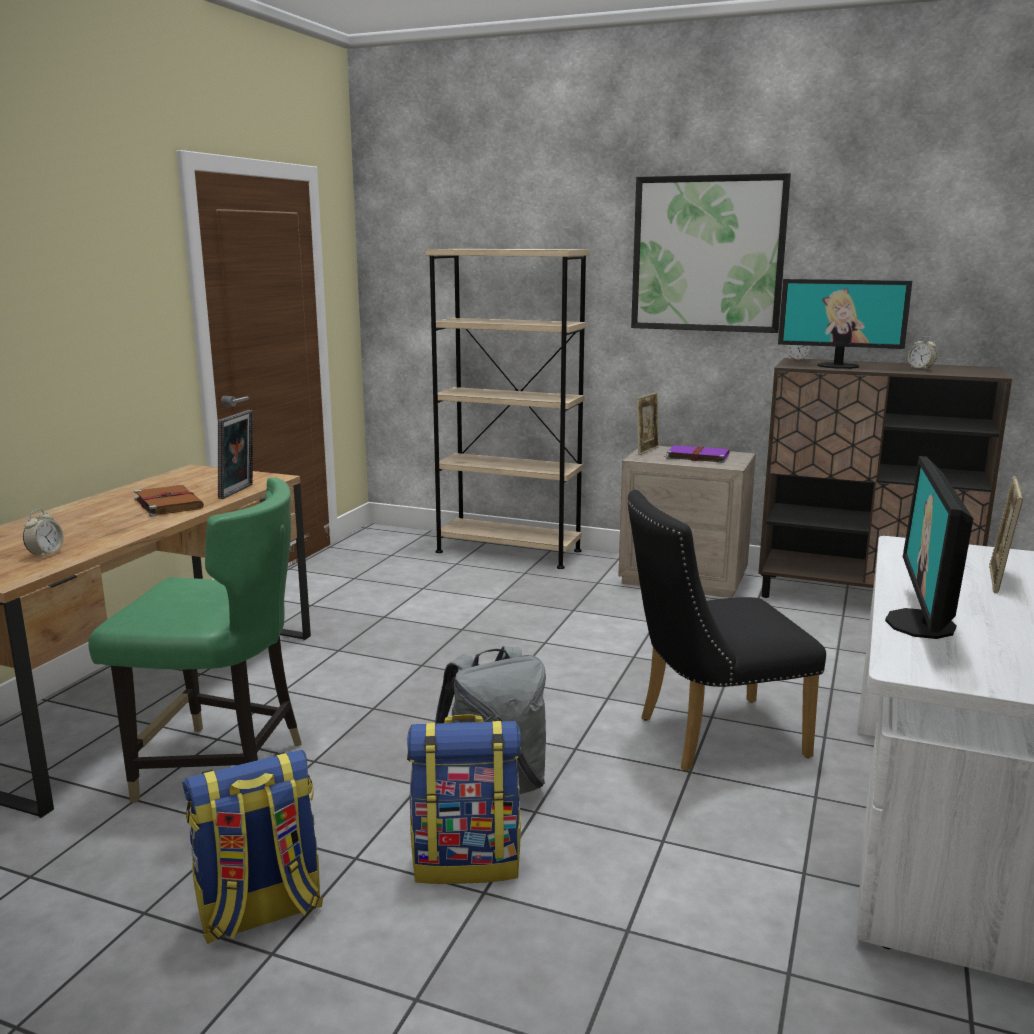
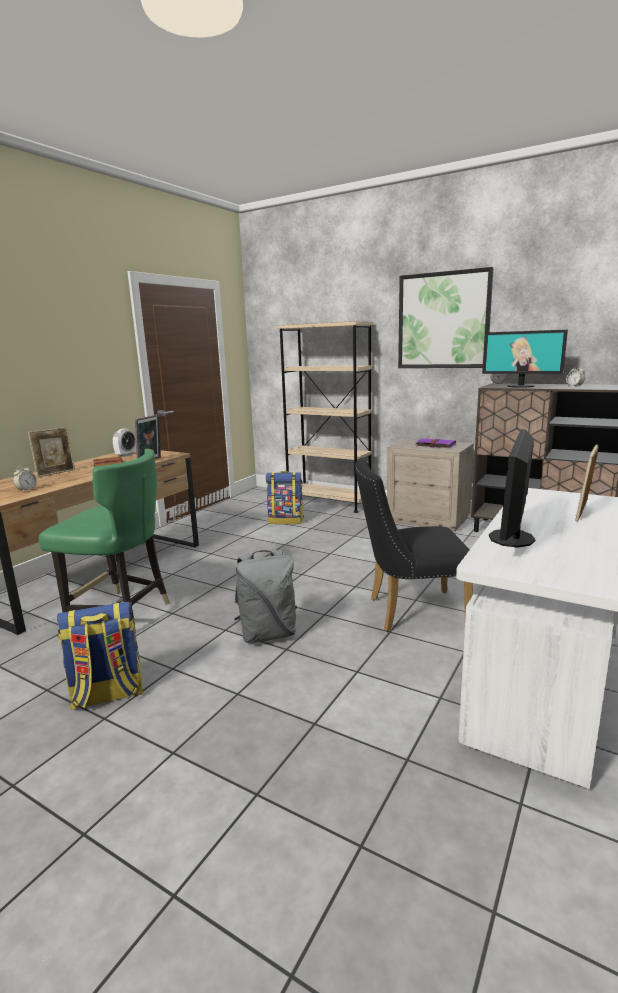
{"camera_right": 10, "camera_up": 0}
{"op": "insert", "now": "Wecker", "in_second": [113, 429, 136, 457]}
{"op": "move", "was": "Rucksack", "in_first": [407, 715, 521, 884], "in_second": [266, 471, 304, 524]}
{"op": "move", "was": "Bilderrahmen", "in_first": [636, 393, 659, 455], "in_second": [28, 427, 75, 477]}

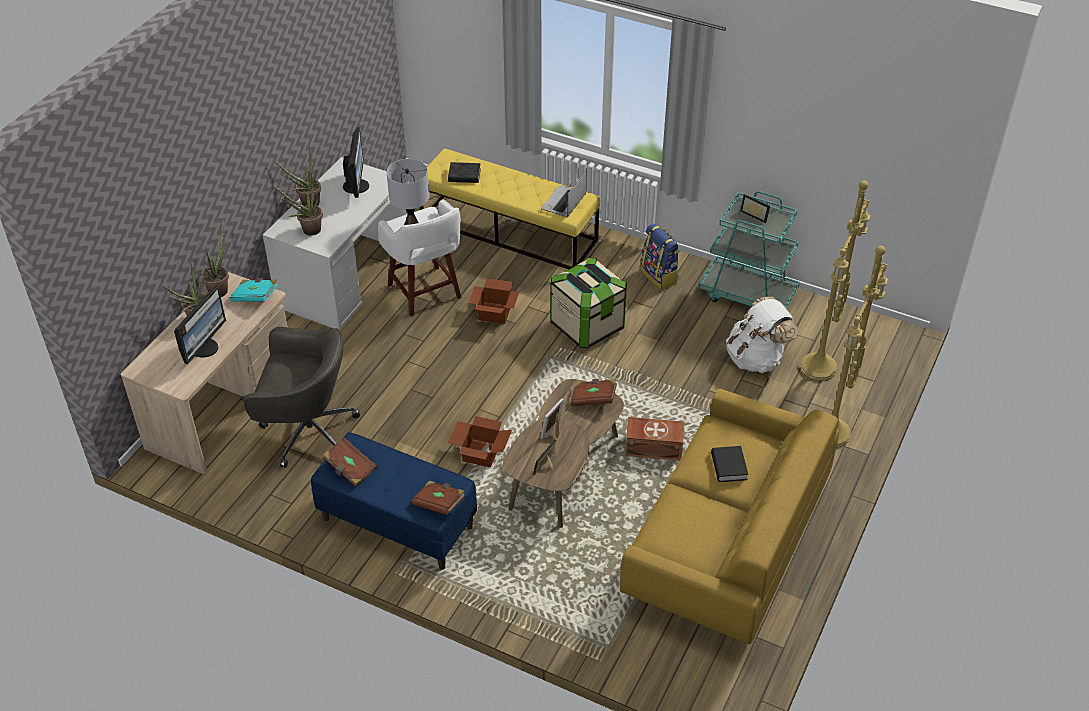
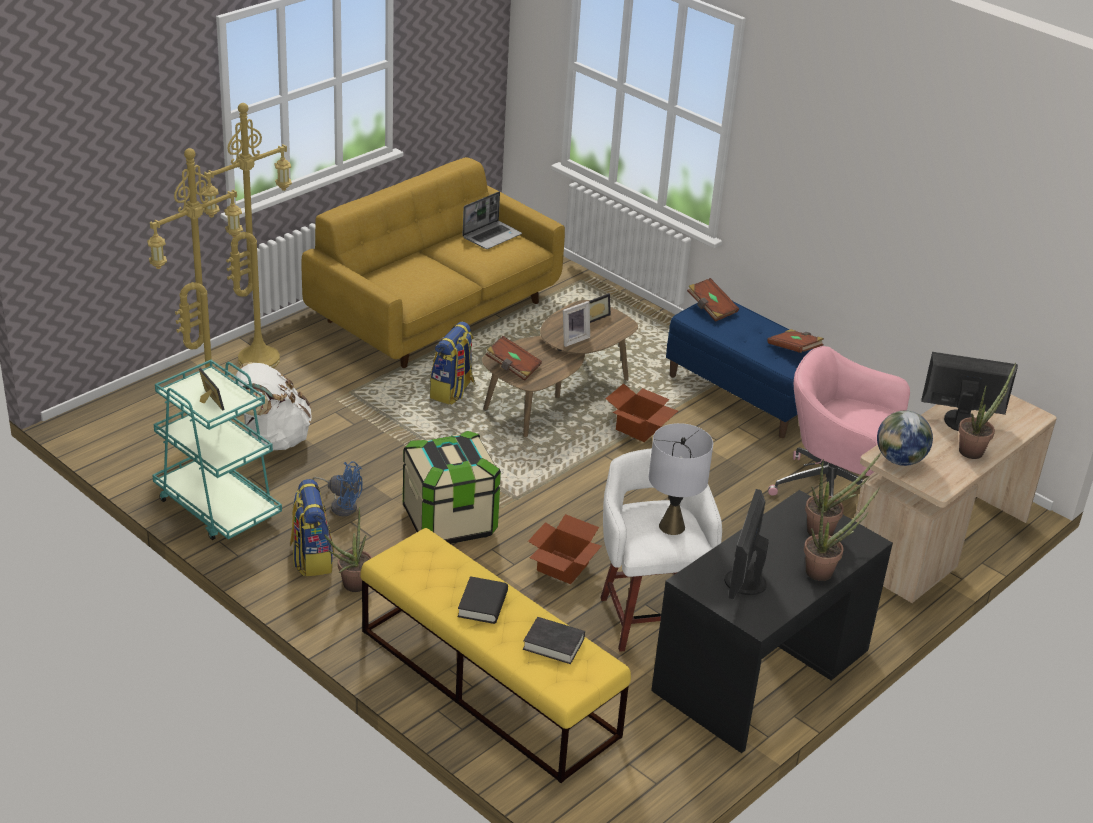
{"camera_right": -165, "camera_up": -10}
{"op": "insert", "now": "Ventilator/blau", "in_second": [313, 461, 363, 516]}
{"op": "move", "was": "Topfpflanze", "in_first": [201, 220, 229, 297], "in_second": [324, 507, 372, 592]}
{"op": "move", "was": "Laptop", "in_first": [541, 171, 587, 218], "in_second": [462, 192, 522, 249]}
{"op": "move", "was": "Buch/schwarz", "in_first": [711, 446, 748, 482], "in_second": [458, 576, 508, 624]}
{"op": "replace", "was": "Buch/türkis", "now": "Globus", "in_first": [230, 278, 278, 302], "in_second": [877, 411, 933, 466]}
{"op": "replace", "was": "Aufbewahrungsbox/braun", "now": "Rucksack", "in_first": [625, 417, 684, 461], "in_second": [430, 321, 475, 405]}
{"op": "recolor", "was": "Bürostuhl/grau", "now": "Bürostuhl/rosa", "in_first": [243, 327, 360, 468], "in_second": [768, 346, 910, 497]}
{"op": "recolor", "was": "Schreibtisch/weiß", "now": "Schreibtisch/schwarz", "in_first": [263, 157, 408, 331], "in_second": [651, 490, 893, 753]}
{"op": "rotate", "was": "Monitor", "in_first": [174, 285, 226, 364], "in_second": [921, 352, 1018, 431], "clockwise": 60}

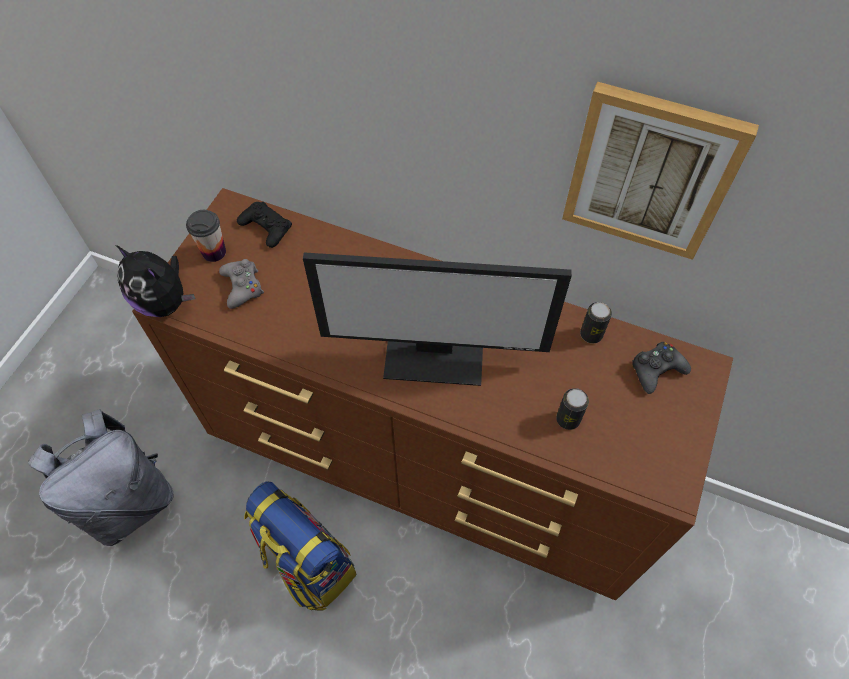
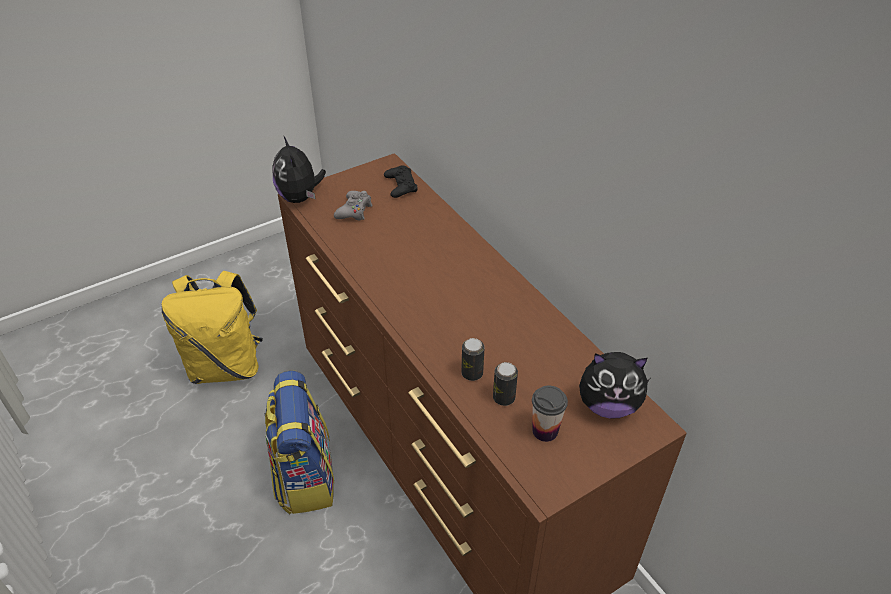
{"camera_right": 35, "camera_up": -15}
{"op": "delete", "was": "Monitor", "in_first": [303, 252, 572, 386]}
{"op": "delete", "was": "Bild", "in_first": [562, 82, 759, 260]}
{"op": "move", "was": "Tasse", "in_first": [186, 210, 226, 262], "in_second": [532, 386, 568, 442]}
{"op": "move", "was": "Dose", "in_first": [580, 302, 612, 343], "in_second": [461, 338, 485, 381]}
{"op": "replace", "was": "Gamepad/schwarz", "now": "Plüschtier", "in_first": [632, 342, 691, 394], "in_second": [579, 352, 650, 419]}
{"op": "recolor", "was": "Rucksack/grau", "now": "Rucksack/gelb", "in_first": [28, 409, 174, 546], "in_second": [162, 271, 263, 384]}

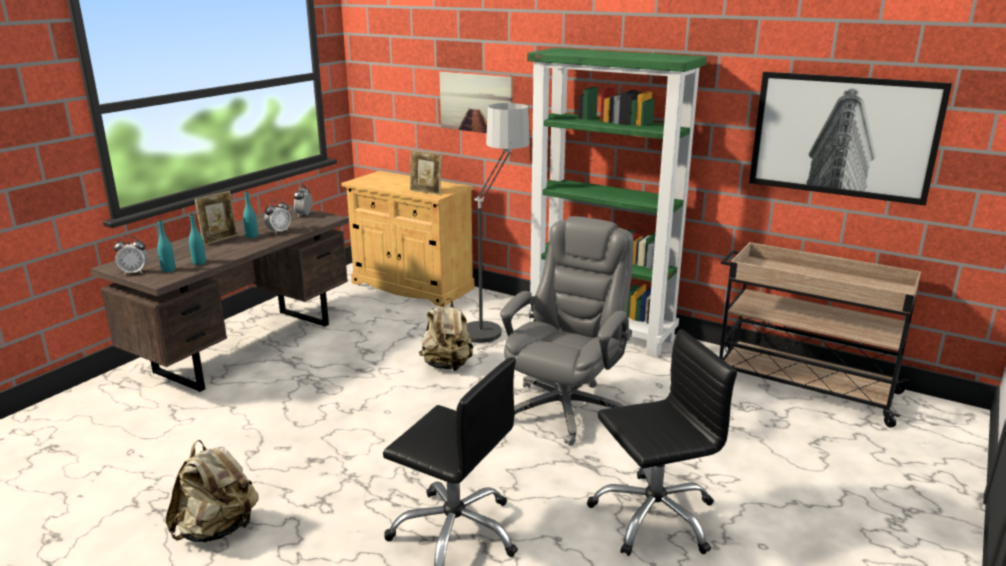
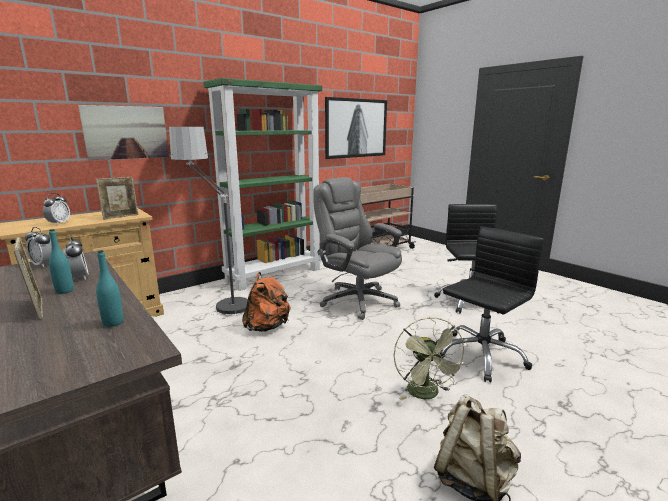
{"camera_right": -70, "camera_up": -5}
{"op": "delete", "was": "Flasche/türkis", "in_first": [157, 220, 175, 272]}
{"op": "insert", "now": "Ventilator/grün", "in_second": [394, 317, 468, 401]}
{"op": "move", "was": "Wecker", "in_first": [114, 236, 148, 274], "in_second": [43, 193, 70, 225]}
{"op": "recolor", "was": "Rucksack/beige", "now": "Rucksack/orange", "in_first": [419, 298, 474, 371], "in_second": [242, 272, 291, 332]}

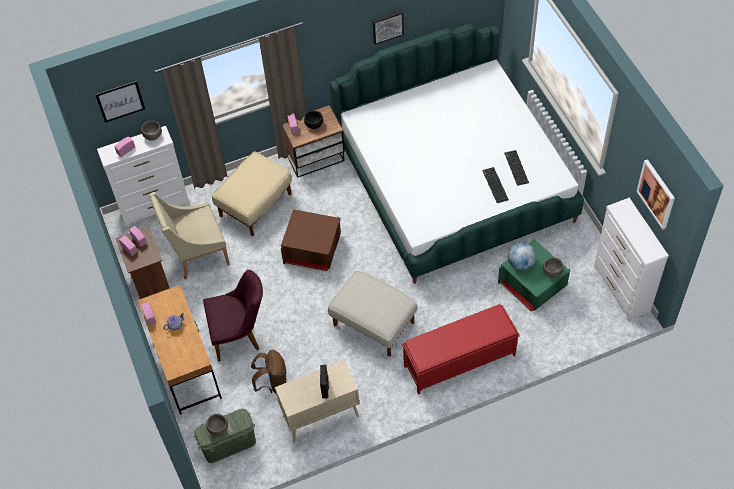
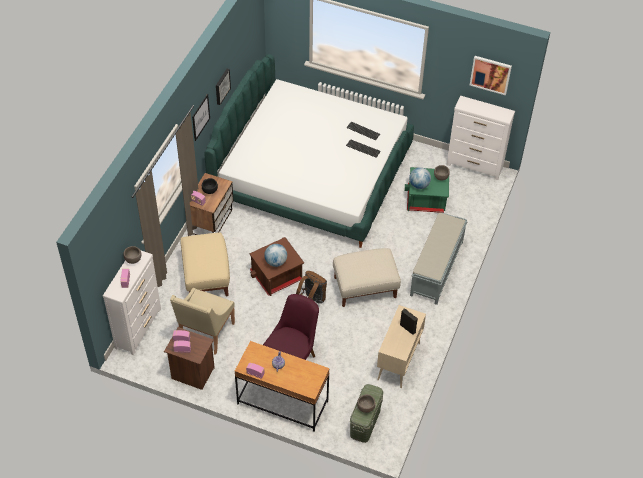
{"camera_right": -50, "camera_up": -5}
{"op": "insert", "now": "Globus", "in_second": [264, 244, 287, 267]}
{"op": "move", "was": "Bild", "in_first": [95, 81, 145, 123], "in_second": [192, 94, 210, 141]}
{"op": "move", "was": "Rucksack/braun", "in_first": [251, 350, 286, 394], "in_second": [296, 271, 327, 304]}
{"op": "recolor", "was": "Bank/rot", "now": "Bank/grau", "in_first": [402, 304, 520, 395], "in_second": [410, 212, 468, 305]}

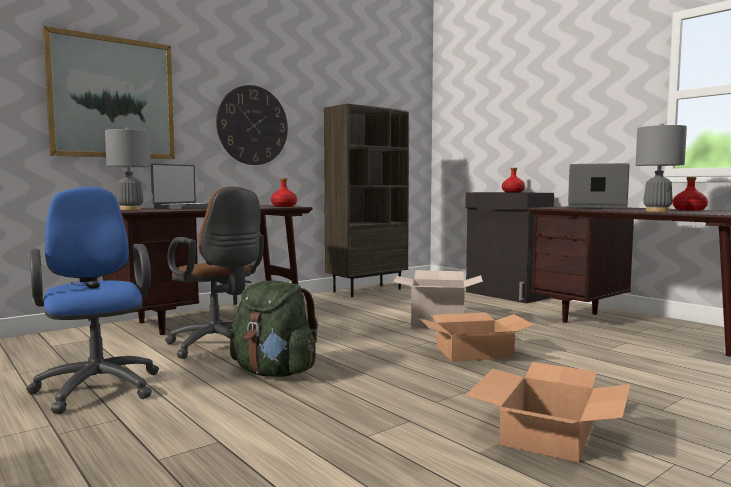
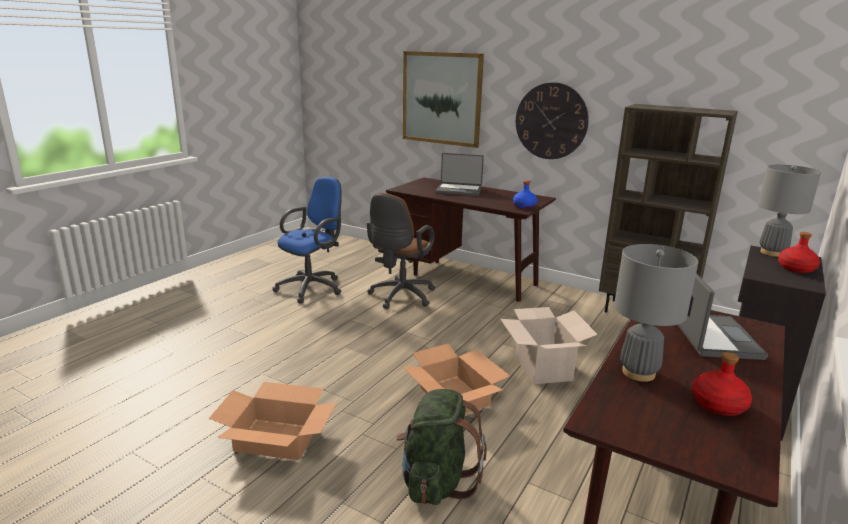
{"camera_right": 70, "camera_up": 15}
{"op": "move", "was": "Tischlampe/grau", "in_first": [105, 128, 151, 210], "in_second": [758, 165, 821, 257]}
{"op": "move", "was": "Rucksack/grün", "in_first": [230, 281, 318, 377], "in_second": [396, 389, 487, 505]}
{"op": "recolor", "was": "Flasche/rot", "now": "Flasche/blau", "in_first": [271, 178, 297, 207], "in_second": [513, 180, 537, 209]}

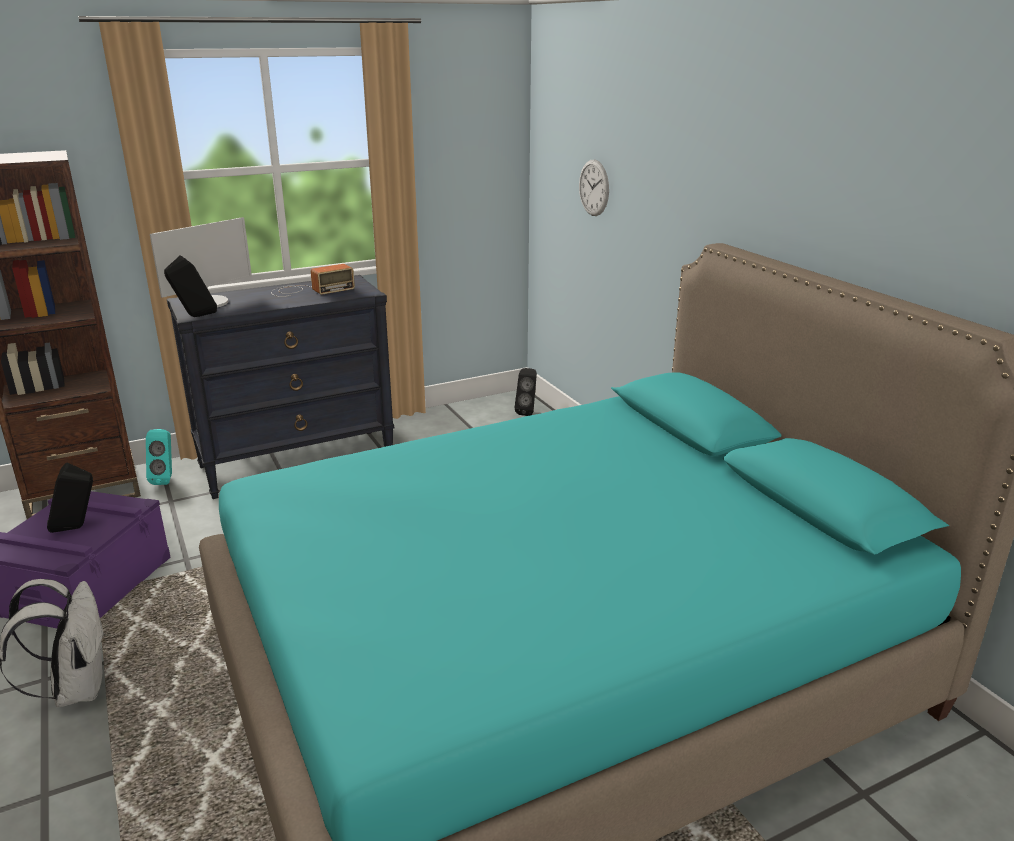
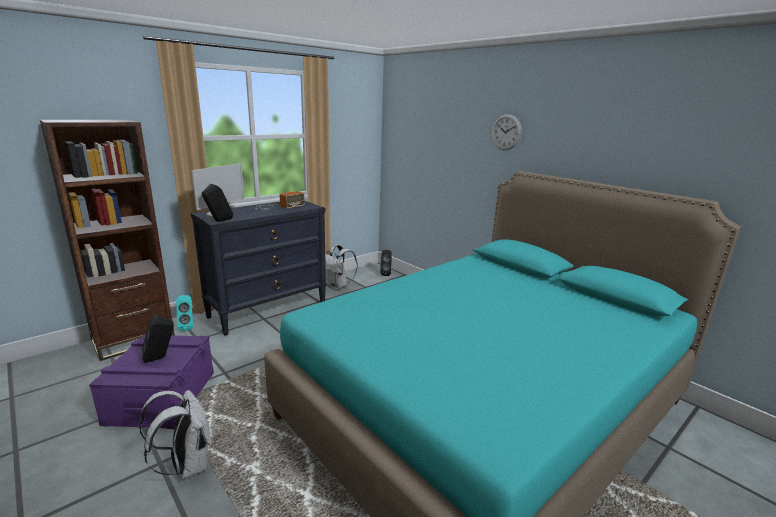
{"camera_right": -15, "camera_up": -5}
{"op": "insert", "now": "Rucksack/weiß", "in_second": [325, 245, 358, 290]}
{"op": "move", "was": "Wanduhr", "in_first": [579, 160, 609, 216], "in_second": [492, 114, 522, 150]}

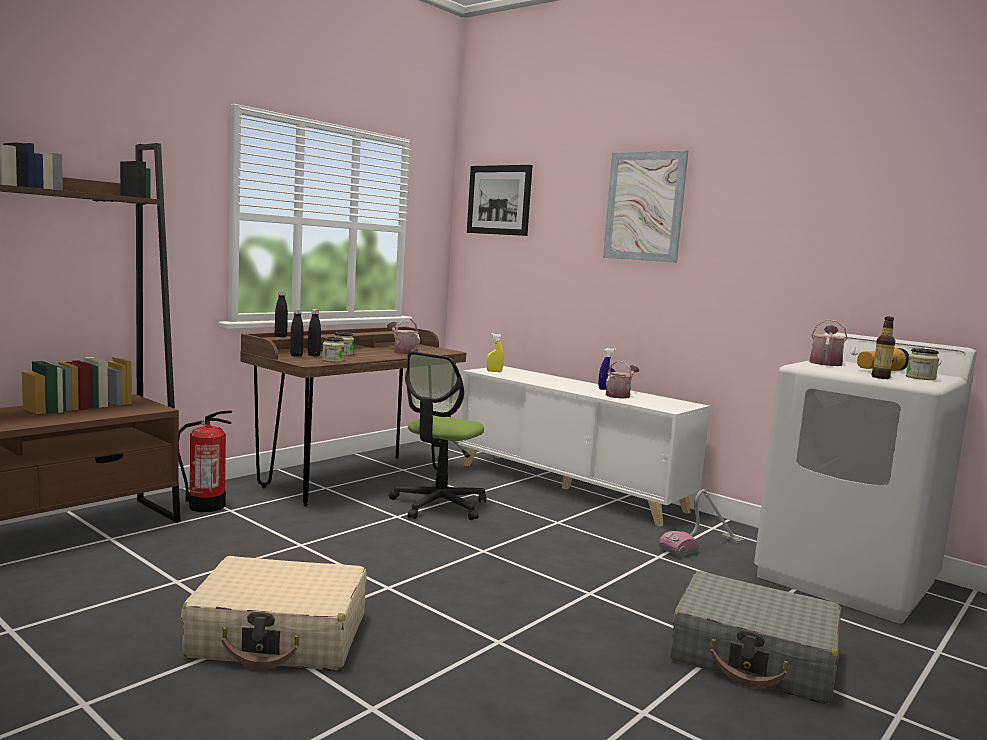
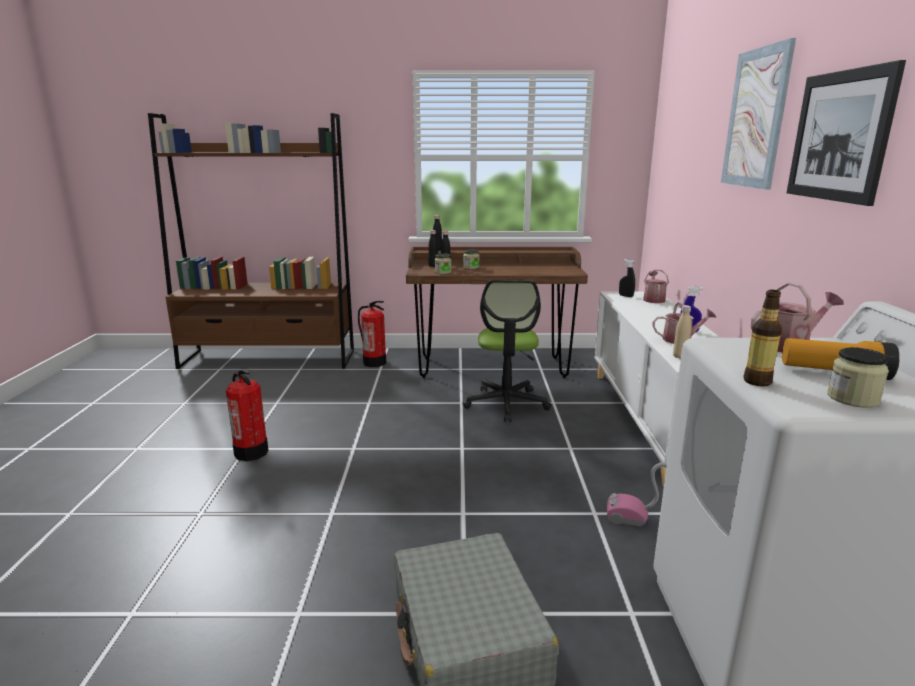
{"camera_right": 50, "camera_up": 10}
{"op": "insert", "now": "Flasche/beige", "in_second": [673, 305, 691, 359]}
{"op": "move", "was": "Gießkanne", "in_first": [387, 319, 420, 354], "in_second": [643, 270, 669, 303]}
{"op": "move", "was": "Bild", "in_first": [467, 165, 533, 236], "in_second": [787, 60, 906, 206]}
{"op": "replace", "was": "Koffer/beige", "now": "Feuerlöscher", "in_first": [181, 556, 367, 670], "in_second": [226, 370, 268, 461]}
{"op": "recolor", "was": "Sprühflasche/gelb", "now": "Sprühflasche/schwarz", "in_first": [487, 333, 504, 372], "in_second": [619, 259, 635, 297]}
{"op": "rotate", "was": "Bürostuhl", "in_first": [389, 351, 486, 520], "in_second": [462, 280, 551, 422], "clockwise": -75}

